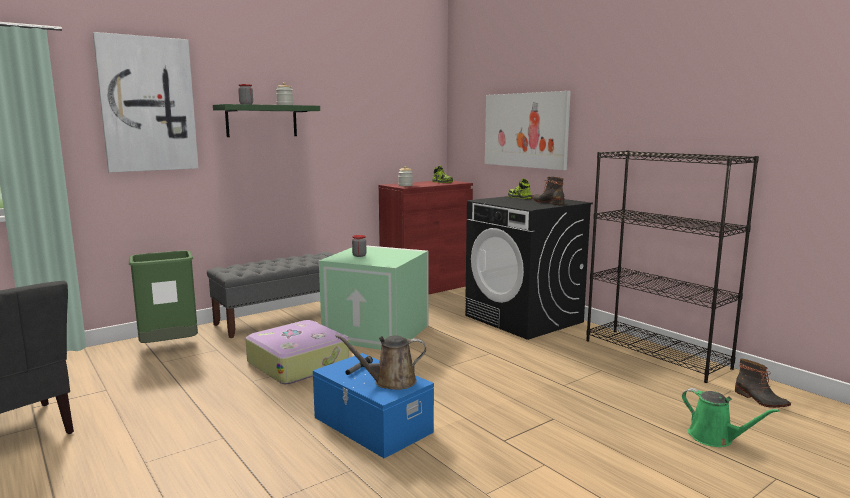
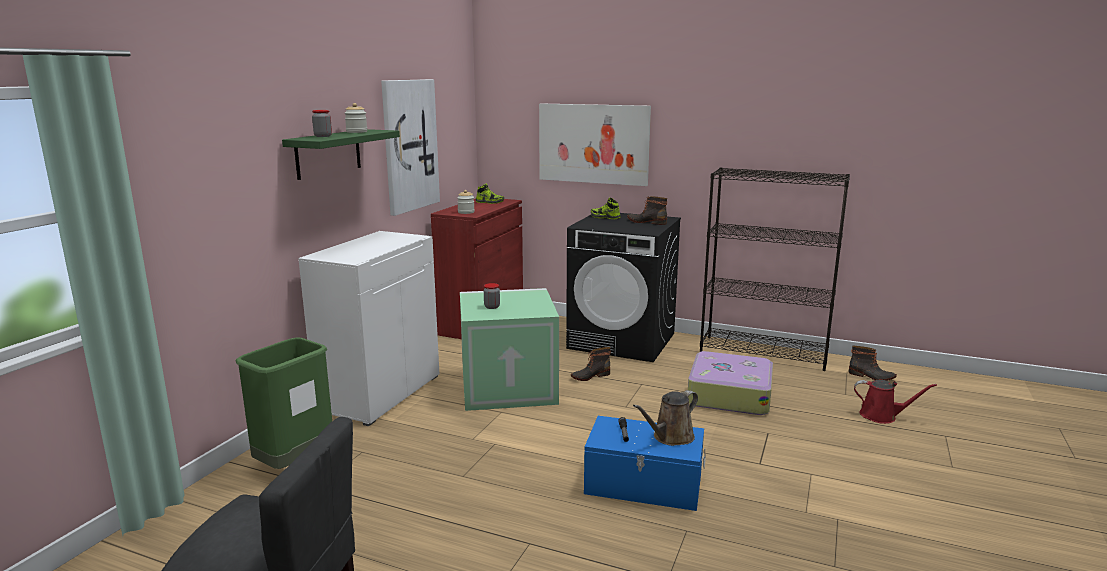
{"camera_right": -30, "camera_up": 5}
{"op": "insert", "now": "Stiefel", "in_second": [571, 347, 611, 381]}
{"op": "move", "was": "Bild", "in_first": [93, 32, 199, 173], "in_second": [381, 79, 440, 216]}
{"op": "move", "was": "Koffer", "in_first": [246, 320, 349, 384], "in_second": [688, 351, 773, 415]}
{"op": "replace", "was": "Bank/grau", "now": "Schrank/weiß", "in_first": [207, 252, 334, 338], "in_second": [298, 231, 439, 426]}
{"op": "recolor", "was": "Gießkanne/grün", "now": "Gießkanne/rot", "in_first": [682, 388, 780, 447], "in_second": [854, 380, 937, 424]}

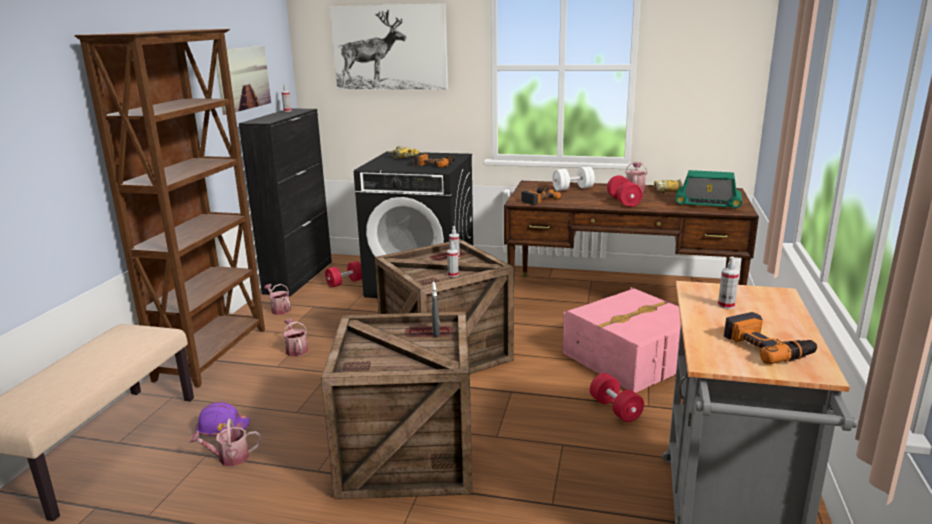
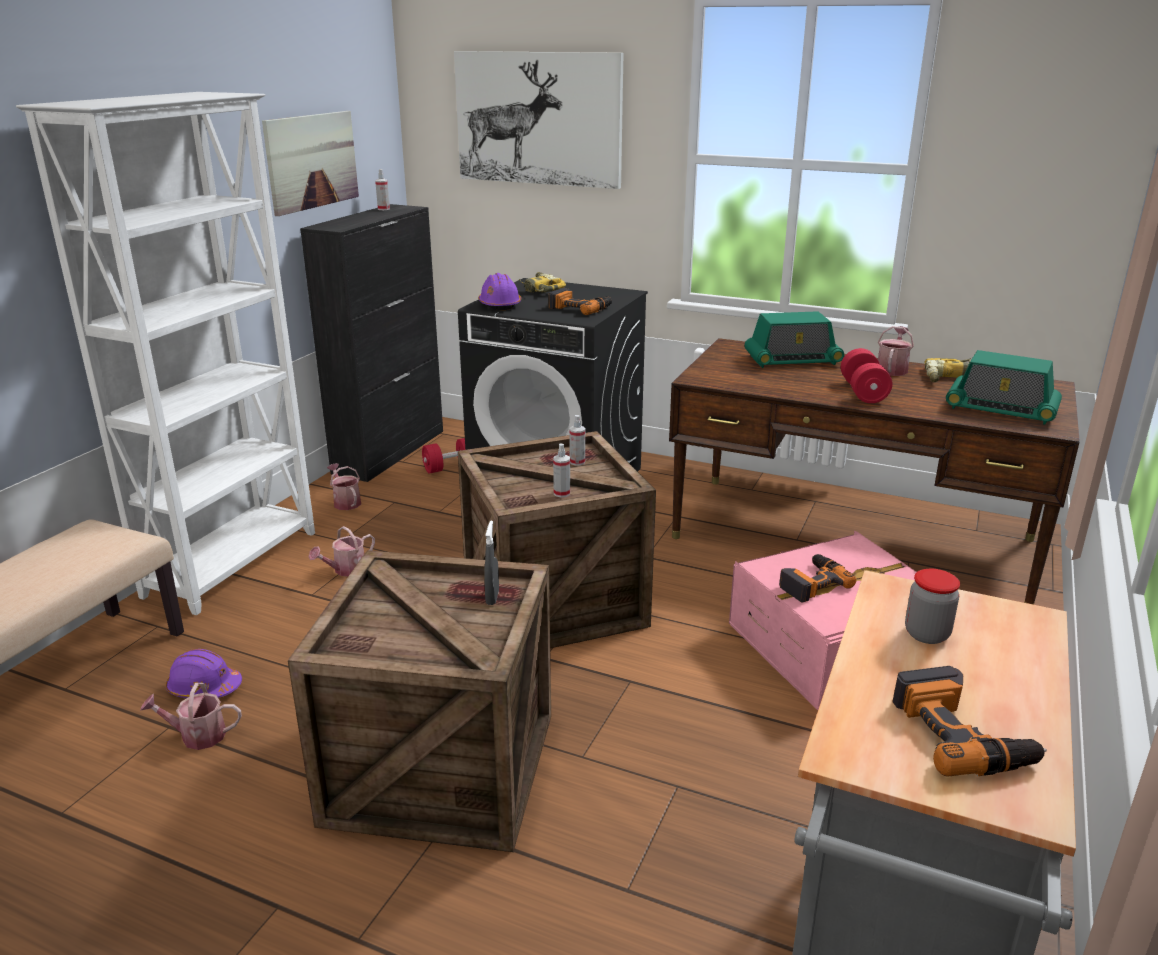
{"camera_right": 10, "camera_up": 5}
{"op": "delete", "was": "Hantel/rot", "in_first": [590, 373, 644, 422]}
{"op": "insert", "now": "Schutzhelm/lila", "in_second": [478, 273, 521, 311]}
{"op": "move", "was": "Bohrmaschine", "in_first": [521, 188, 561, 205], "in_second": [779, 554, 856, 603]}
{"op": "replace", "was": "Hantel/weiß", "now": "Radio", "in_first": [552, 167, 595, 191], "in_second": [745, 311, 844, 368]}
{"op": "replace", "was": "Sprühflasche", "now": "Vorratsglas", "in_first": [718, 257, 739, 309], "in_second": [905, 569, 960, 644]}
{"op": "recolor", "was": "Bücherregal/braun", "now": "Bücherregal/weiß", "in_first": [74, 29, 265, 388], "in_second": [16, 92, 315, 615]}
{"op": "rotate", "was": "Gießkanne", "in_first": [283, 319, 308, 357], "in_second": [308, 526, 375, 576], "clockwise": -120}

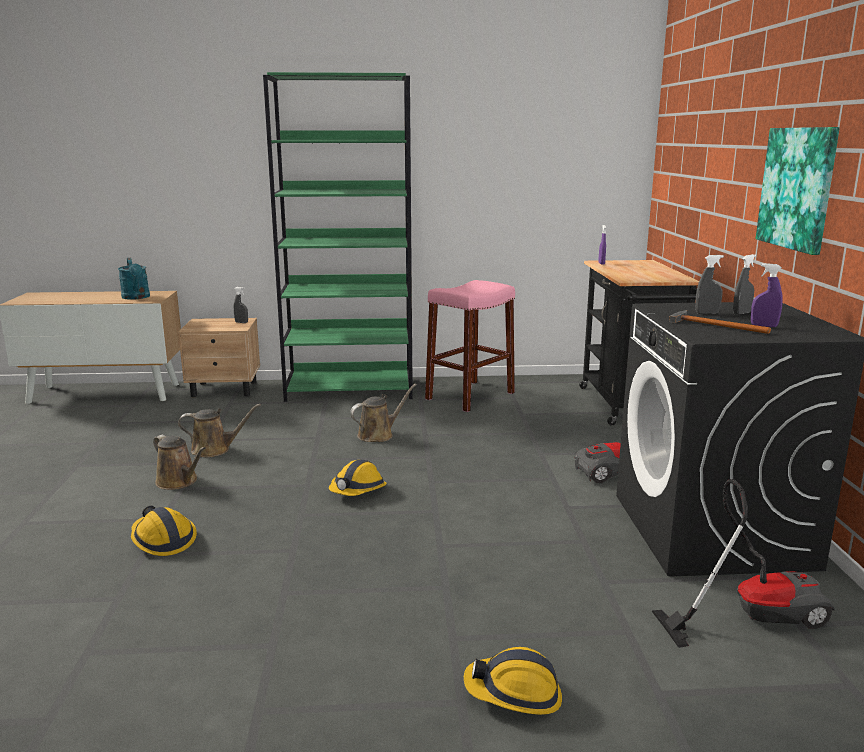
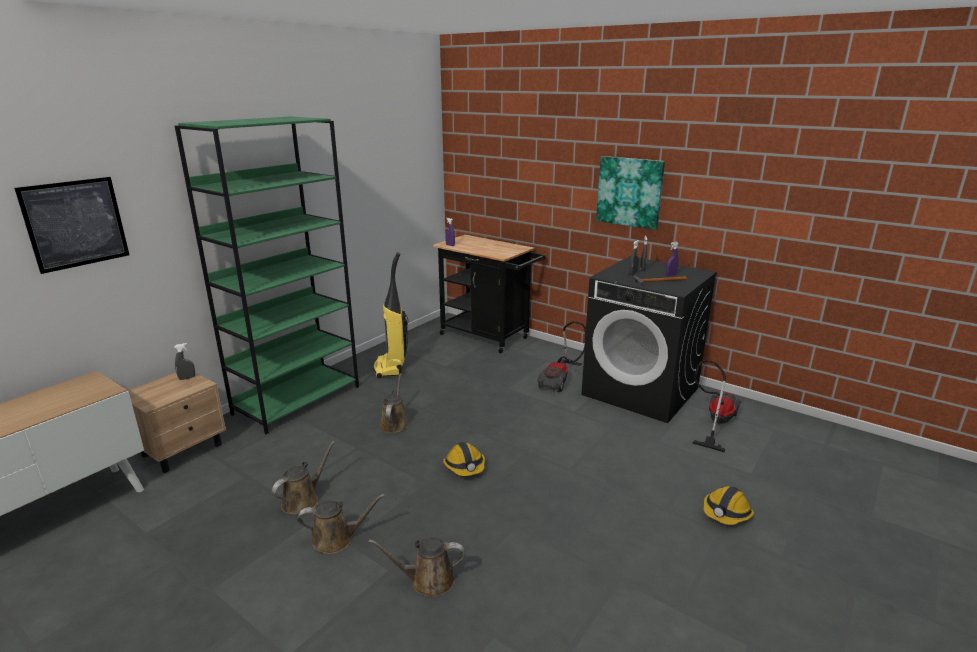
{"camera_right": -50, "camera_up": 5}
{"op": "delete", "was": "Gießkanne/türkis", "in_first": [118, 258, 150, 300]}
{"op": "insert", "now": "Bild", "in_second": [14, 177, 129, 274]}
{"op": "replace", "was": "Schutzhelm", "now": "Gießkanne/braun", "in_first": [131, 506, 197, 556], "in_second": [369, 537, 465, 597]}
{"op": "replace", "was": "Hocker/rosa", "now": "Staubsauger", "in_first": [425, 280, 515, 412], "in_second": [373, 252, 408, 378]}

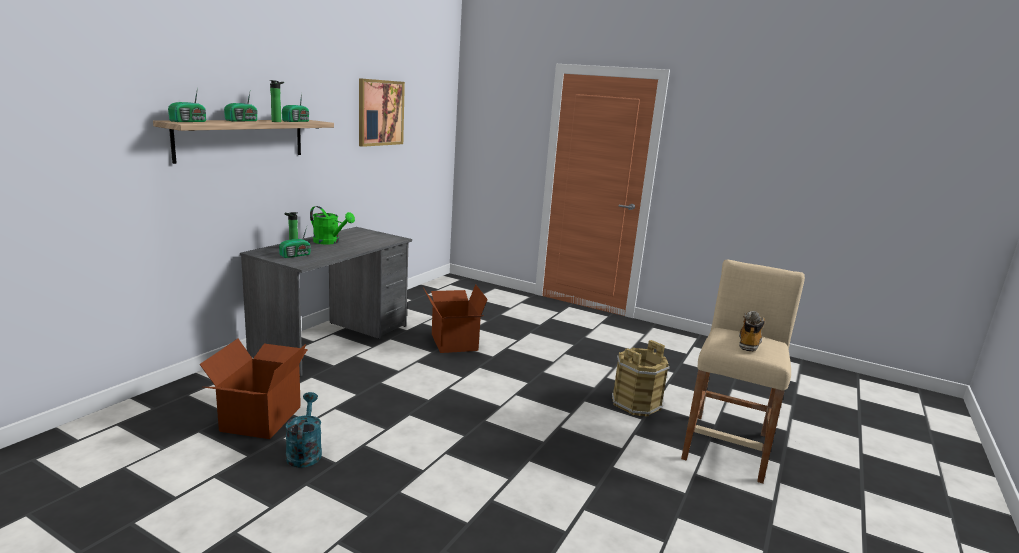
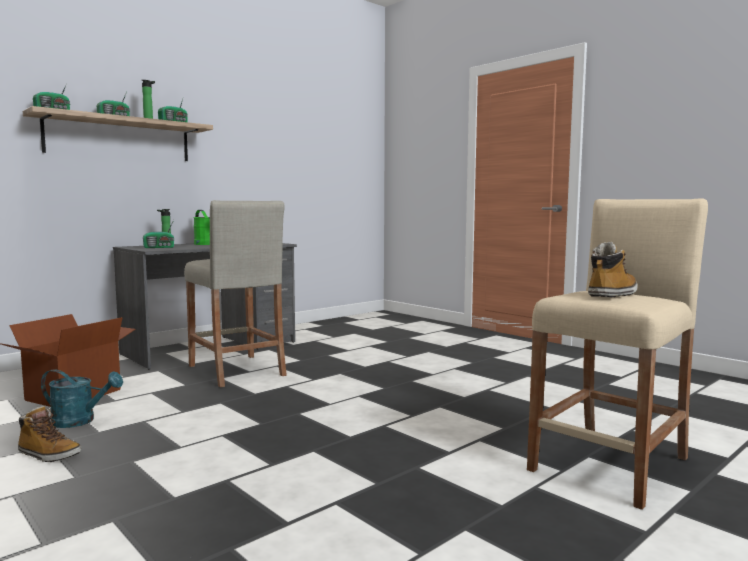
{"camera_right": 20, "camera_up": -10}
{"op": "delete", "was": "Bild", "in_first": [359, 78, 405, 147]}
{"op": "delete", "was": "Karton", "in_first": [423, 284, 488, 353]}
{"op": "delete", "was": "Eimer/braun", "in_first": [612, 340, 670, 416]}
{"op": "insert", "now": "Stiefel", "in_second": [18, 406, 81, 462]}
{"op": "insert", "now": "Hocker/beige", "in_second": [184, 200, 287, 387]}
{"op": "rotate", "was": "Gießkanne/türkis", "in_first": [285, 392, 322, 468], "in_second": [41, 369, 123, 428], "clockwise": 90}

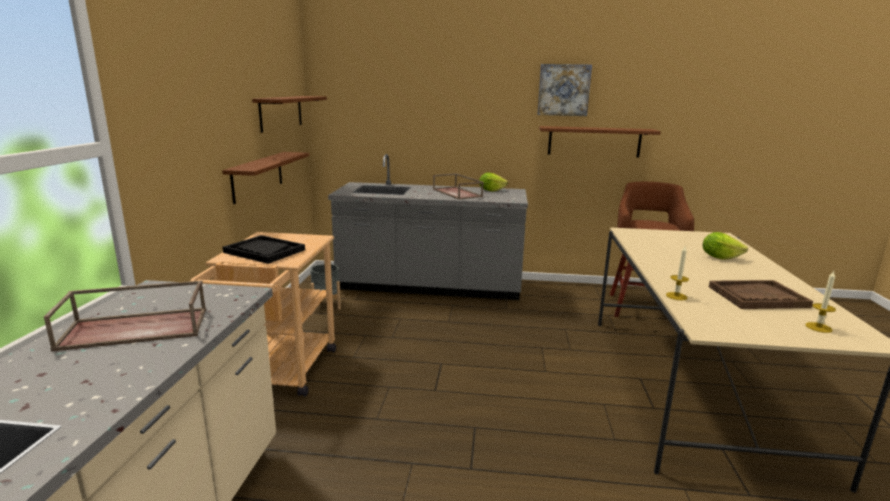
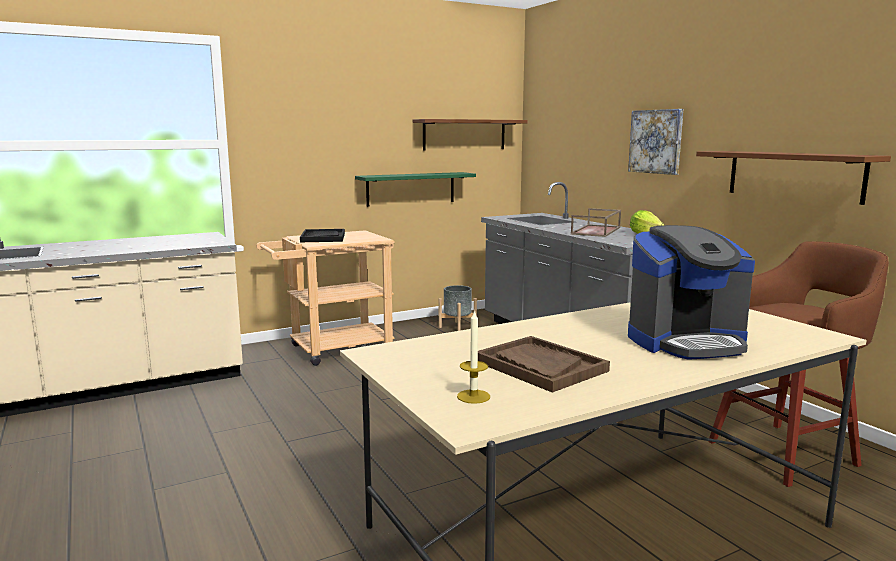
{"camera_right": 55, "camera_up": -5}
{"op": "delete", "was": "Tablett/braun", "in_first": [44, 281, 206, 351]}
{"op": "delete", "was": "Kerze", "in_first": [666, 246, 689, 300]}
{"op": "move", "was": "Bild", "in_first": [537, 64, 592, 116], "in_second": [628, 109, 683, 175]}
{"op": "replace", "was": "Salatkopf", "now": "Kaffeemaschine", "in_first": [703, 232, 748, 260], "in_second": [628, 225, 755, 360]}
{"op": "recolor", "was": "Wandregal/braun", "now": "Wandregal/grün", "in_first": [222, 152, 309, 204], "in_second": [355, 172, 476, 207]}

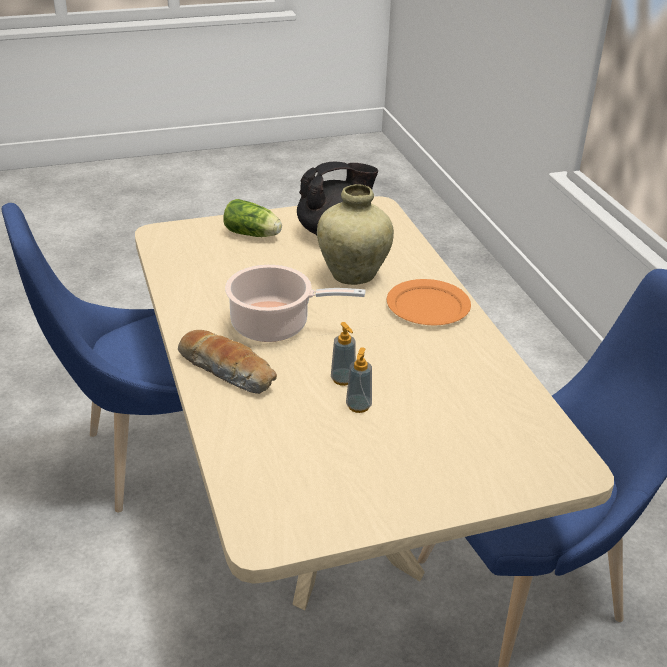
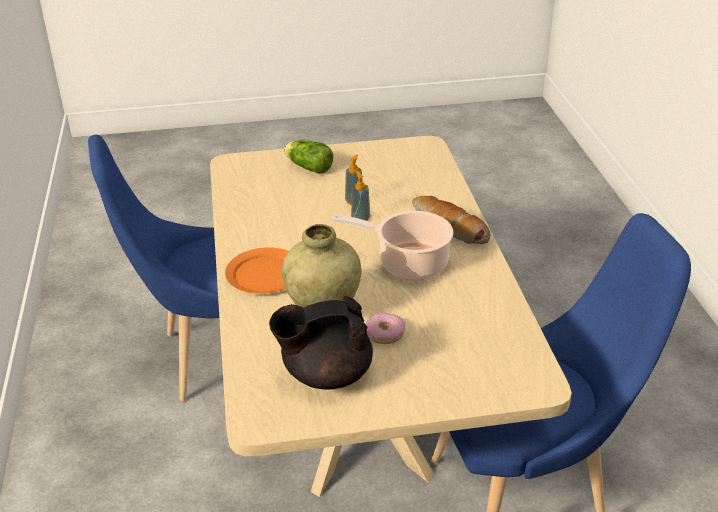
{"camera_right": -170, "camera_up": 0}
{"op": "insert", "now": "Donut", "in_second": [365, 313, 405, 344]}
{"op": "move", "was": "Salatkopf", "in_first": [223, 199, 282, 237], "in_second": [284, 139, 333, 174]}

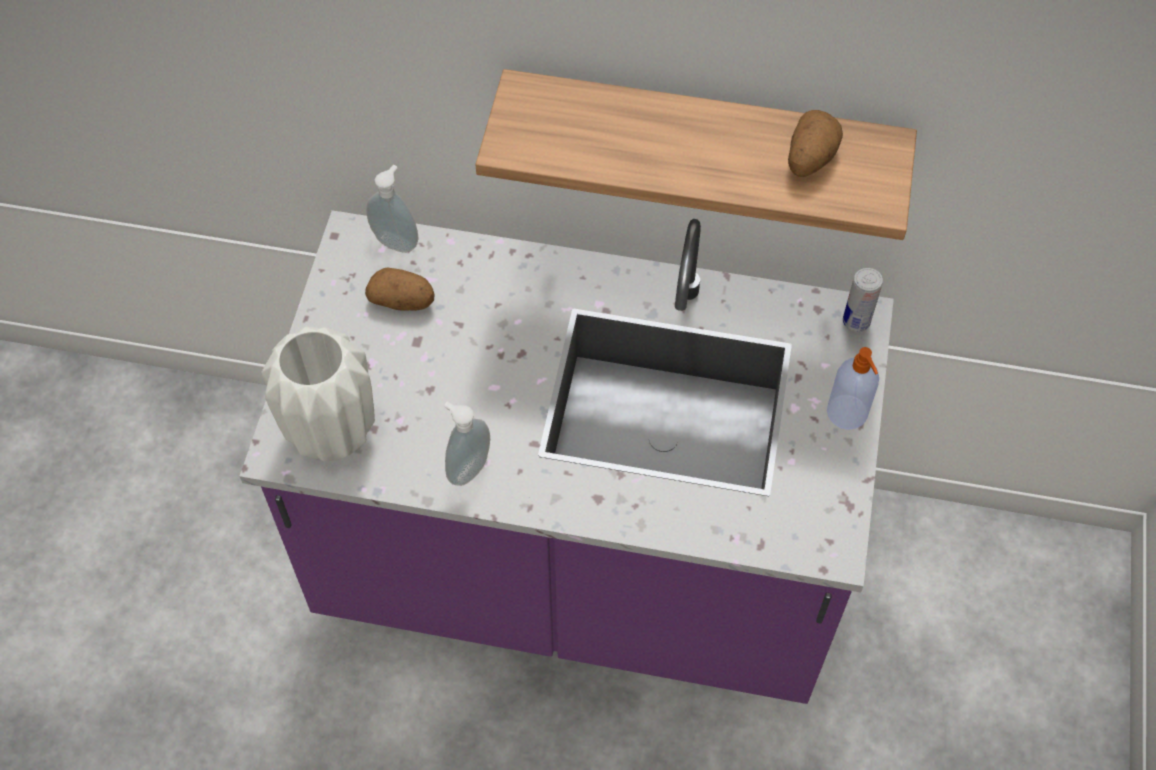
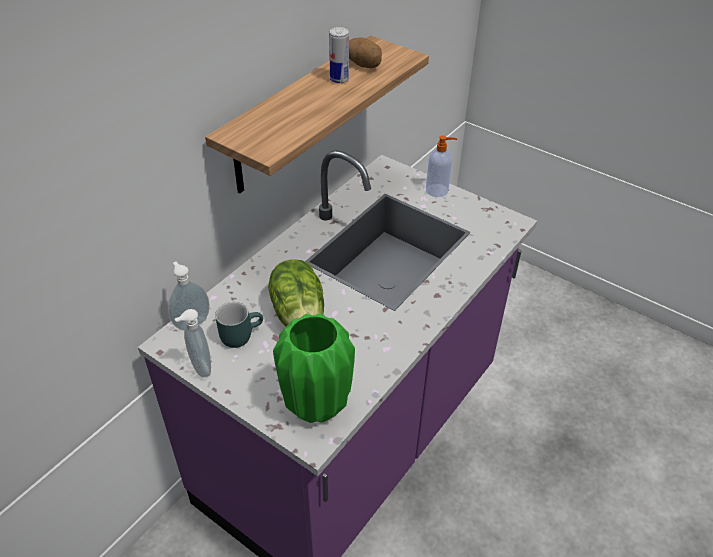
{"camera_right": -65, "camera_up": -15}
{"op": "insert", "now": "Salatkopf", "in_second": [268, 259, 324, 326]}
{"op": "move", "was": "Seifenspender", "in_first": [444, 402, 490, 486], "in_second": [175, 309, 211, 378]}
{"op": "move", "was": "Dose", "in_first": [843, 268, 883, 332], "in_second": [329, 27, 349, 83]}
{"op": "replace", "was": "Kartoffel", "now": "Henkelbecher/türkis", "in_first": [365, 268, 434, 311], "in_second": [215, 302, 263, 348]}
{"op": "recolor", "was": "Vase/weiß", "now": "Vase/grün", "in_first": [261, 327, 375, 461], "in_second": [273, 313, 355, 423]}

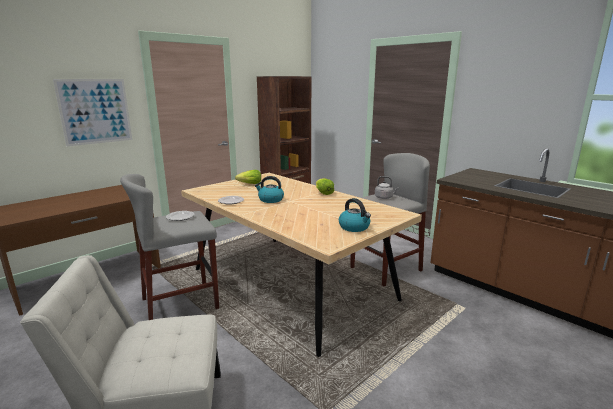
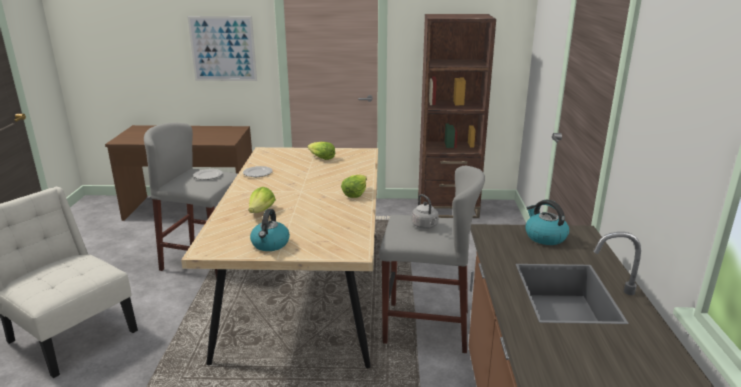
{"camera_right": 45, "camera_up": 5}
{"op": "insert", "now": "Salatkopf", "in_second": [248, 187, 276, 213]}
{"op": "move", "was": "Wasserkessel", "in_first": [255, 176, 284, 203], "in_second": [525, 200, 569, 245]}

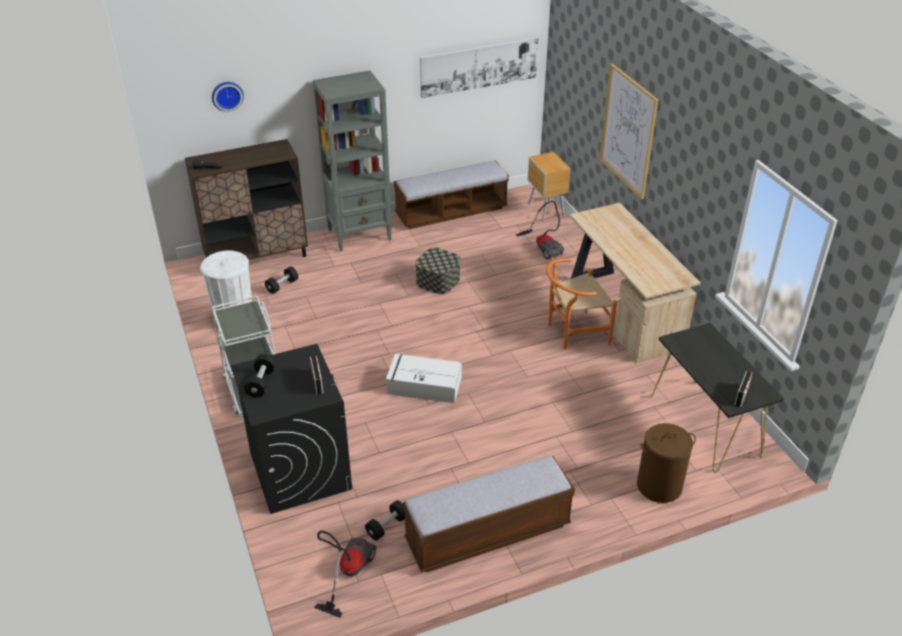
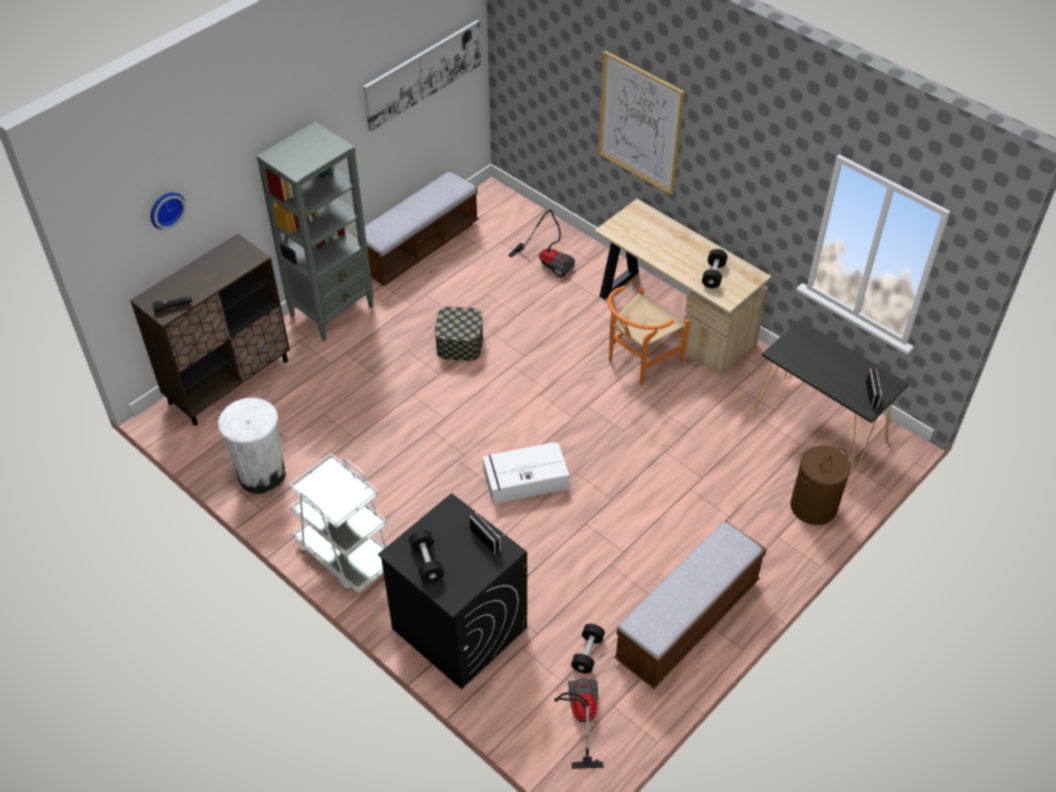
{"camera_right": -25, "camera_up": 10}
{"op": "delete", "was": "Nachttisch/braun", "in_first": [528, 152, 571, 221]}
{"op": "move", "was": "Hantel/schwarz", "in_first": [265, 266, 298, 294], "in_second": [702, 249, 727, 289]}

